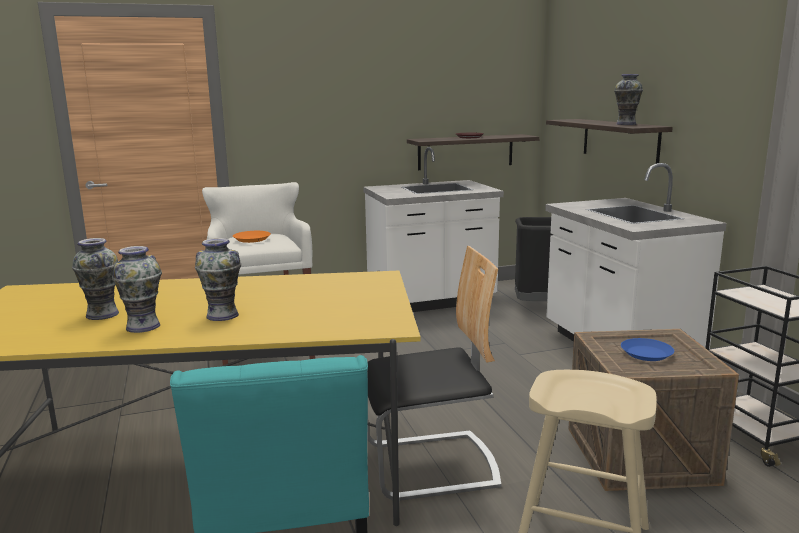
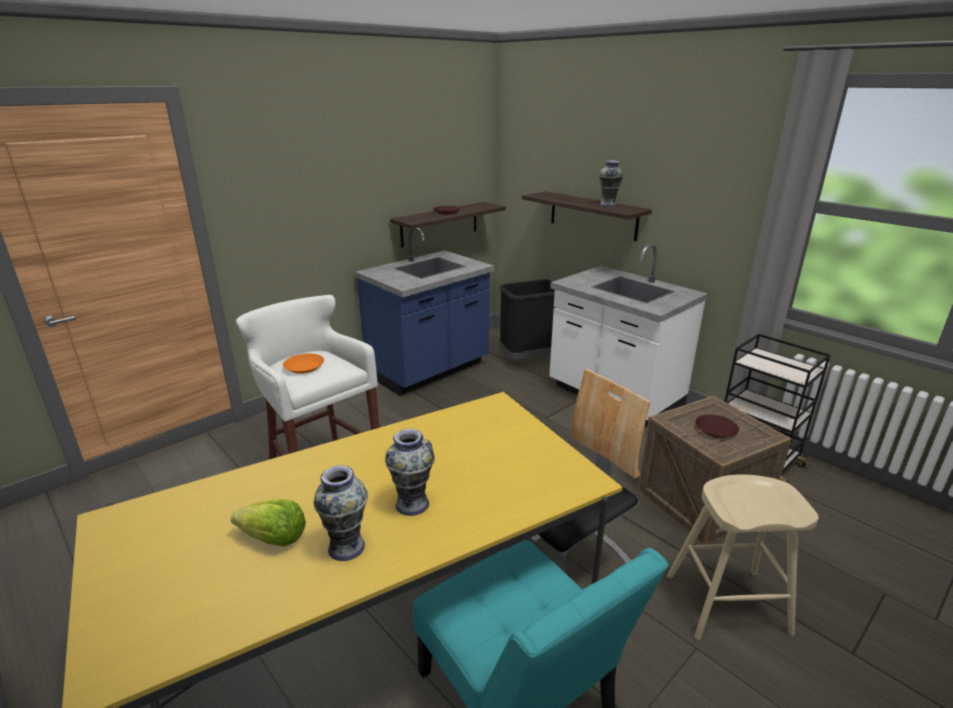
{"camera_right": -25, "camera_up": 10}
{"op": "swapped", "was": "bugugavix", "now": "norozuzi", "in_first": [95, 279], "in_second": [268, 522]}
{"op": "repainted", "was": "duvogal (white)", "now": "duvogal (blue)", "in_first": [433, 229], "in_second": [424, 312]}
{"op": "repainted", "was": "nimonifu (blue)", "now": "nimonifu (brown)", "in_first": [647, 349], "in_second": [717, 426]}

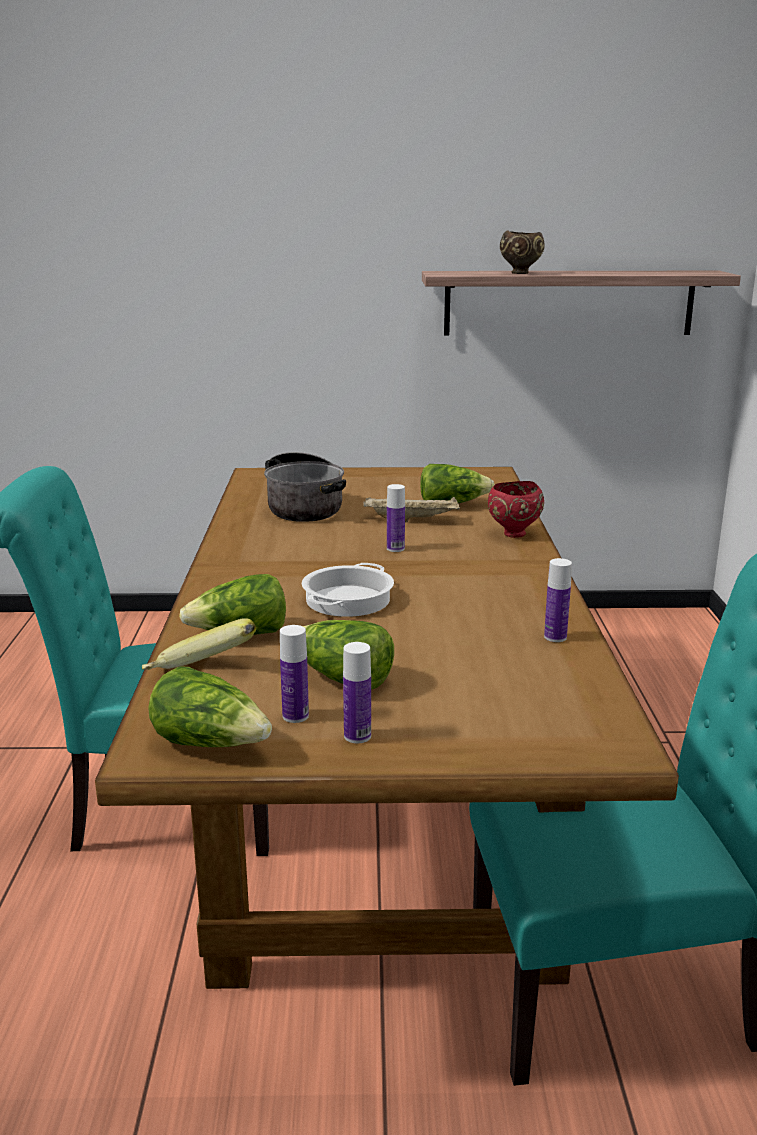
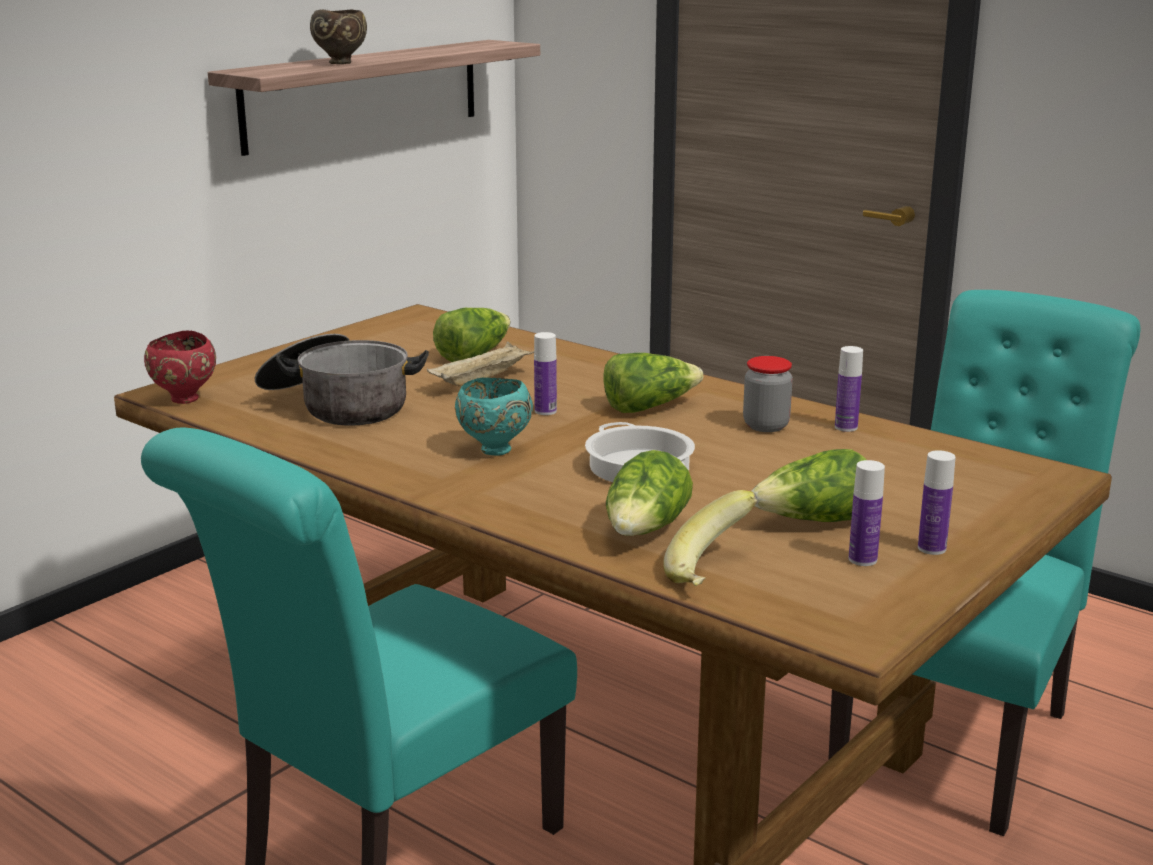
{"camera_right": -50, "camera_up": 0}
{"op": "shifted", "was": "norozuzi", "in_first": [210, 707], "in_second": [653, 383]}
{"op": "shifted", "was": "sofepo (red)", "in_first": [516, 509], "in_second": [180, 367]}
{"op": "new", "now": "sofepo (turquoise)", "in_second": [494, 417]}
{"op": "new", "now": "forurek", "in_second": [768, 394]}

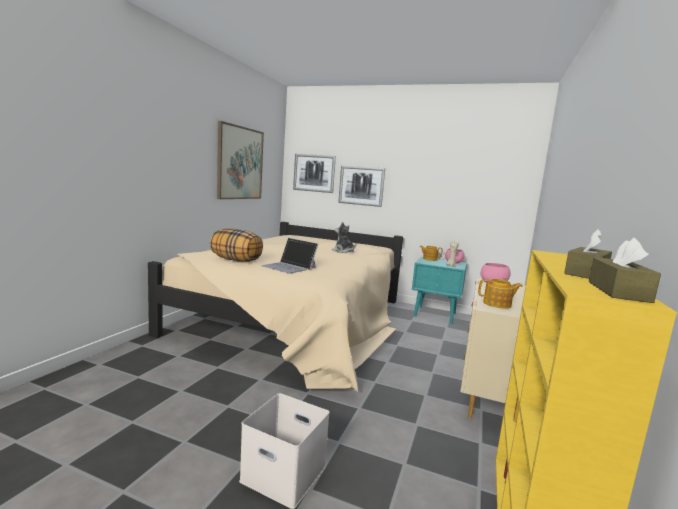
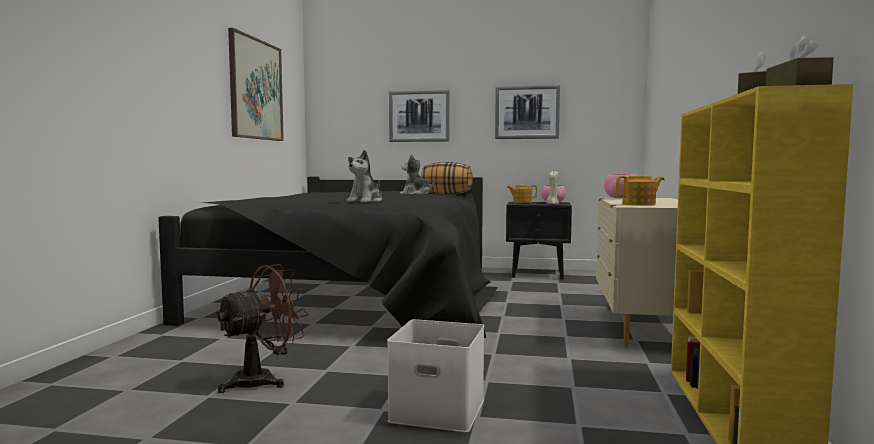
{"camera_right": -10, "camera_up": -5}
{"op": "repainted", "was": "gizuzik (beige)", "now": "gizuzik (black)", "in_first": [275, 306], "in_second": [328, 257]}
{"op": "shifted", "was": "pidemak", "in_first": [236, 245], "in_second": [447, 178]}
{"op": "swapped", "was": "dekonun", "now": "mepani", "in_first": [289, 256], "in_second": [364, 176]}
{"op": "shifted", "was": "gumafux", "in_first": [314, 173], "in_second": [527, 112]}
{"op": "repainted", "was": "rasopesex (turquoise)", "now": "rasopesex (black)", "in_first": [439, 290], "in_second": [539, 240]}
{"op": "new", "now": "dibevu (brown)", "in_second": [262, 328]}

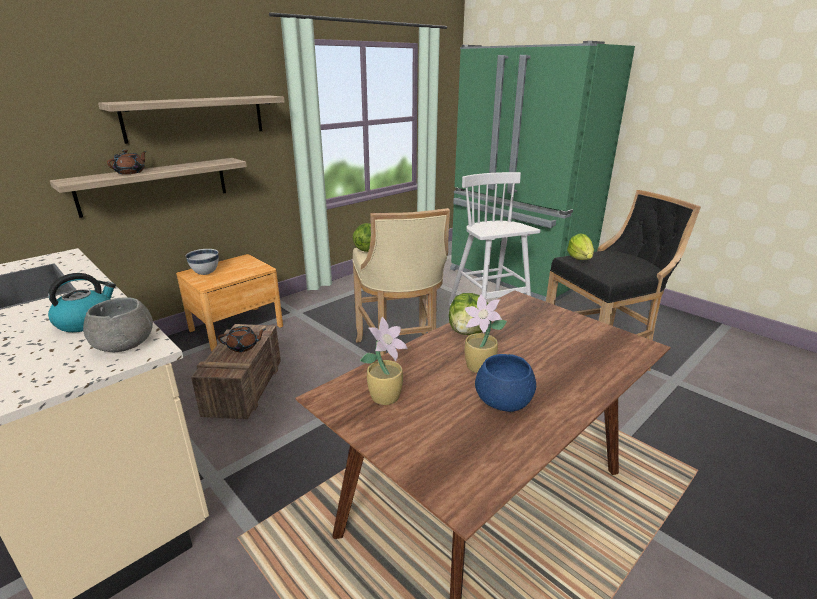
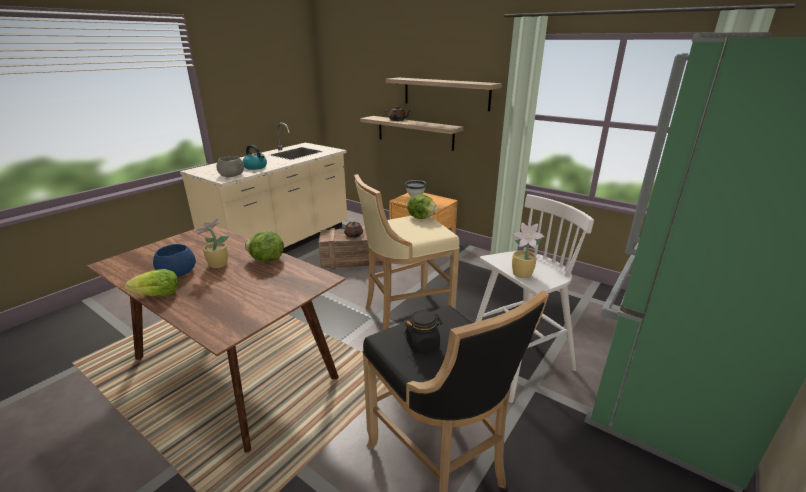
{"camera_right": 80, "camera_up": 0}
{"op": "shifted", "was": "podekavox", "in_first": [384, 361], "in_second": [528, 250]}
{"op": "shifted", "was": "norozuzi", "in_first": [580, 246], "in_second": [152, 282]}
{"op": "new", "now": "forurek (black)", "in_second": [423, 332]}

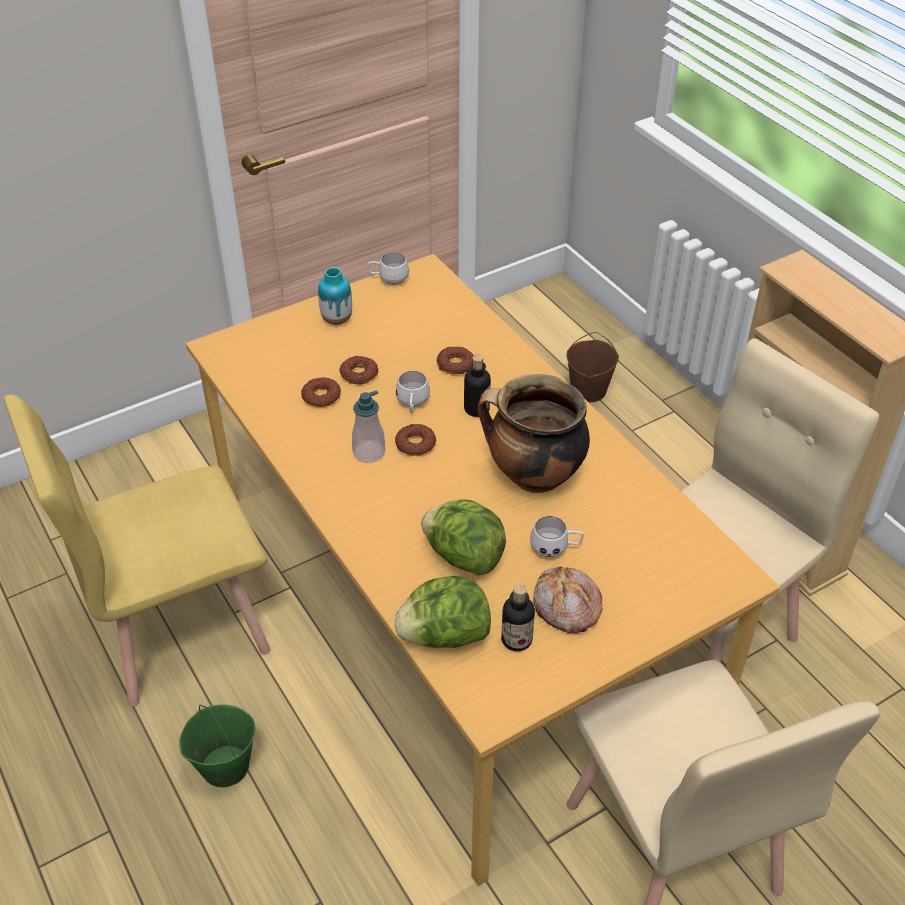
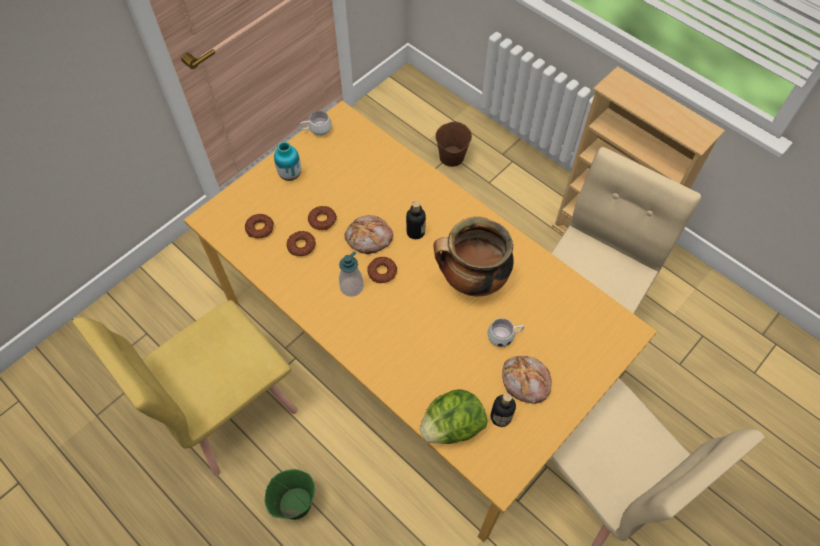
{"camera_right": -15, "camera_up": 15}
{"op": "swapped", "was": "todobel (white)", "now": "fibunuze", "in_first": [413, 392], "in_second": [368, 234]}
{"op": "gone", "was": "norozuzi", "in_first": [463, 537]}
{"op": "shifted", "was": "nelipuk", "in_first": [455, 360], "in_second": [259, 226]}

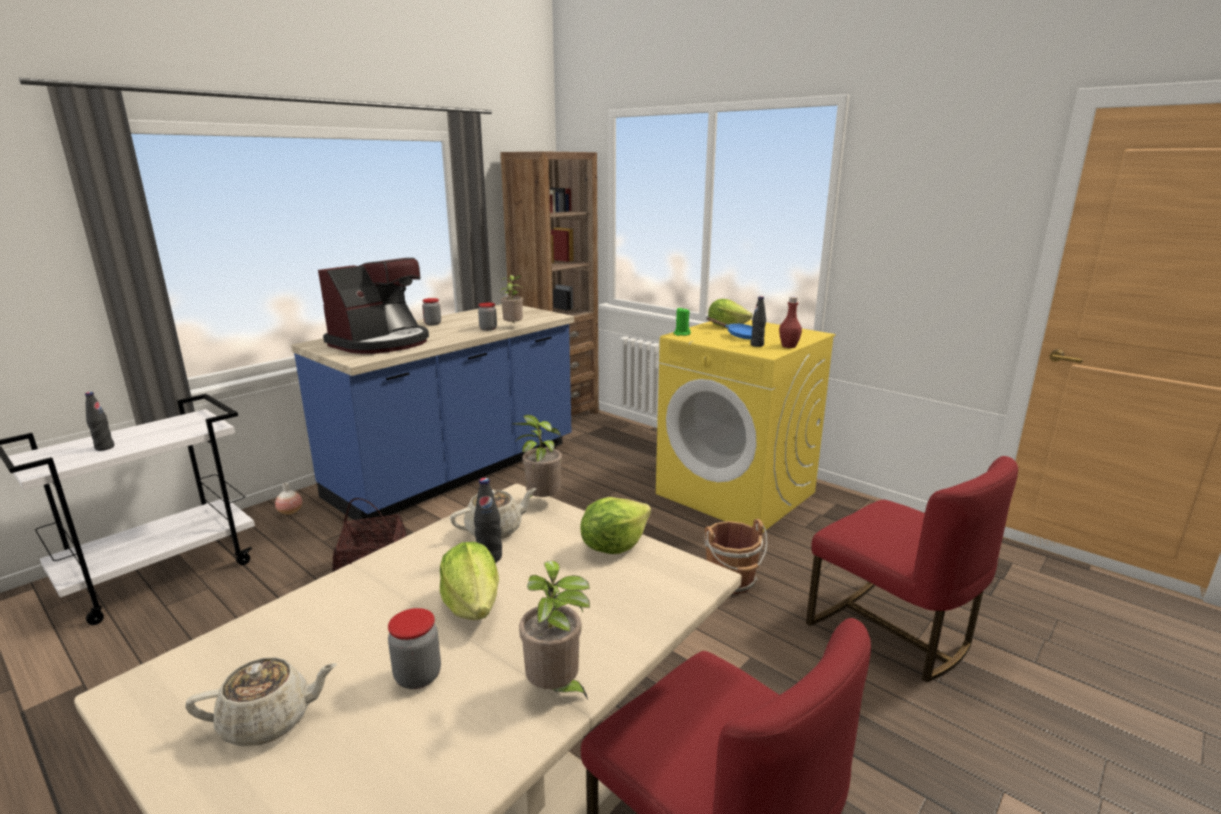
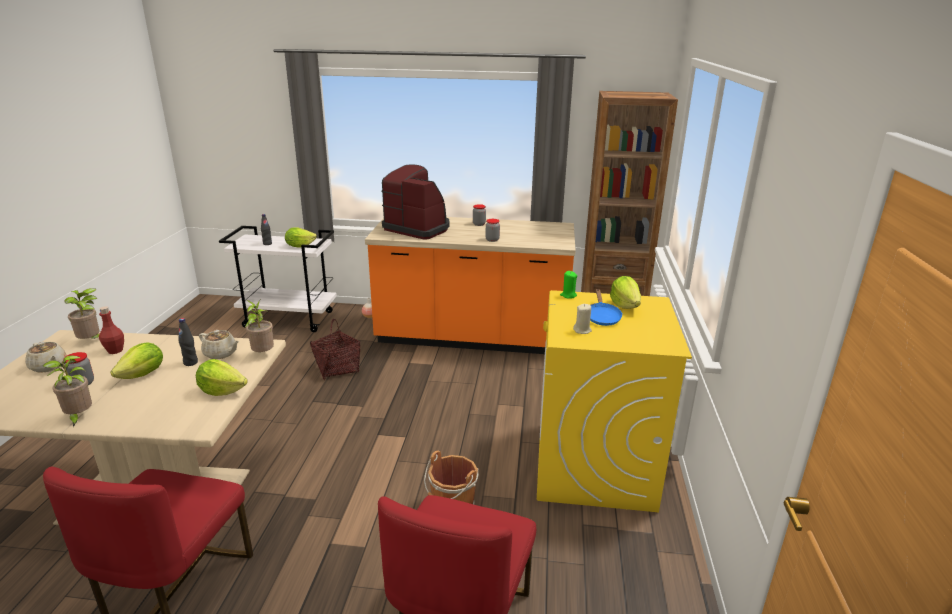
{"camera_right": 55, "camera_up": 5}
{"op": "repainted", "was": "duvogal (blue)", "now": "duvogal (orange)", "in_first": [432, 415], "in_second": [470, 285]}
{"op": "rotated", "was": "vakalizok", "in_first": [373, 306], "in_second": [415, 202], "clockwise": -150}
{"op": "shifted", "was": "podekavox", "in_first": [511, 299], "in_second": [81, 313]}
{"op": "swapped", "was": "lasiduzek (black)", "now": "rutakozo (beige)", "in_first": [758, 321], "in_second": [582, 319]}
{"op": "shifted", "was": "lasiduzek (red)", "in_first": [790, 322], "in_second": [111, 330]}
{"op": "new", "now": "norozuzi", "in_second": [301, 237]}

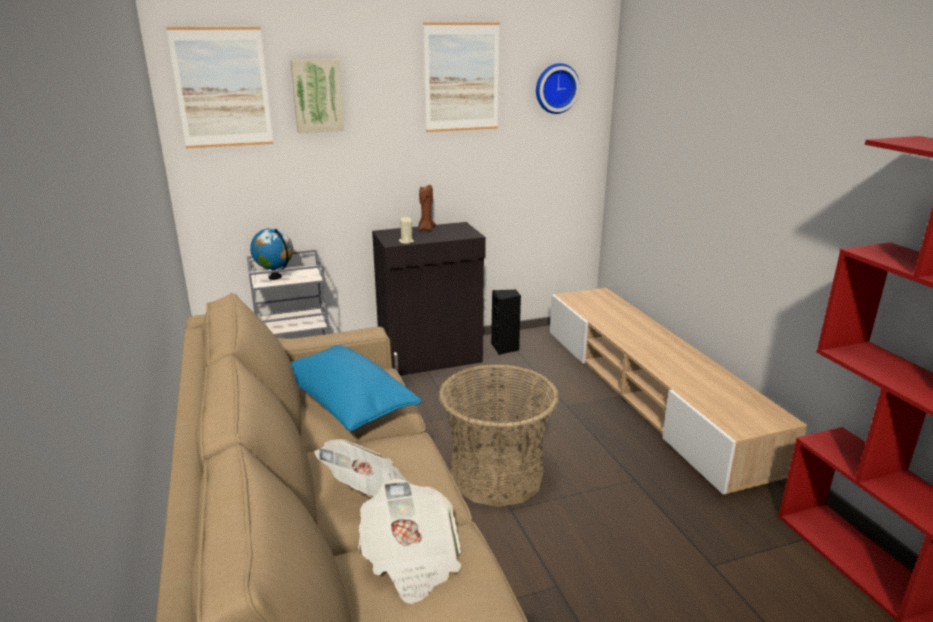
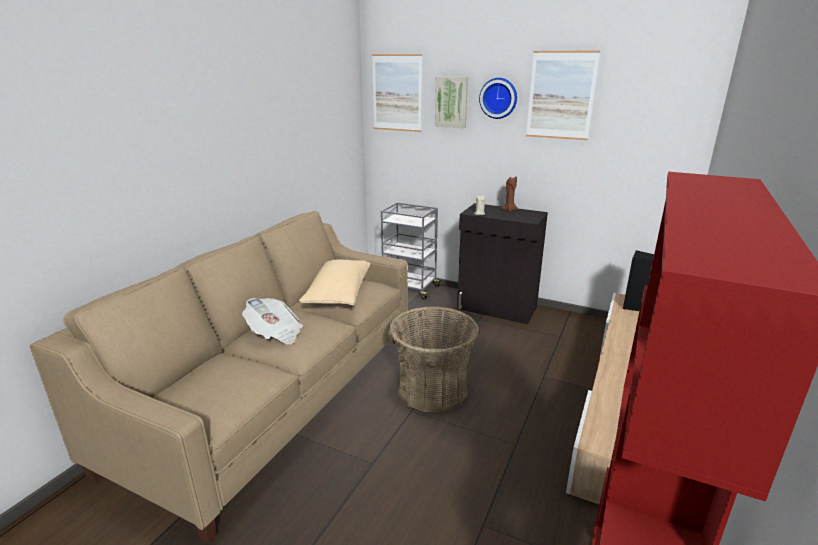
{"camera_right": 45, "camera_up": 0}
{"op": "gone", "was": "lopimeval", "in_first": [271, 254]}
{"op": "repainted", "was": "pidemak (blue)", "now": "pidemak (beige)", "in_first": [356, 388], "in_second": [334, 282]}
{"op": "gone", "was": "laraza", "in_first": [409, 541]}
{"op": "shifted", "was": "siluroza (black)", "in_first": [506, 322], "in_second": [638, 280]}
{"op": "shifted", "was": "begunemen", "in_first": [558, 88], "in_second": [498, 98]}

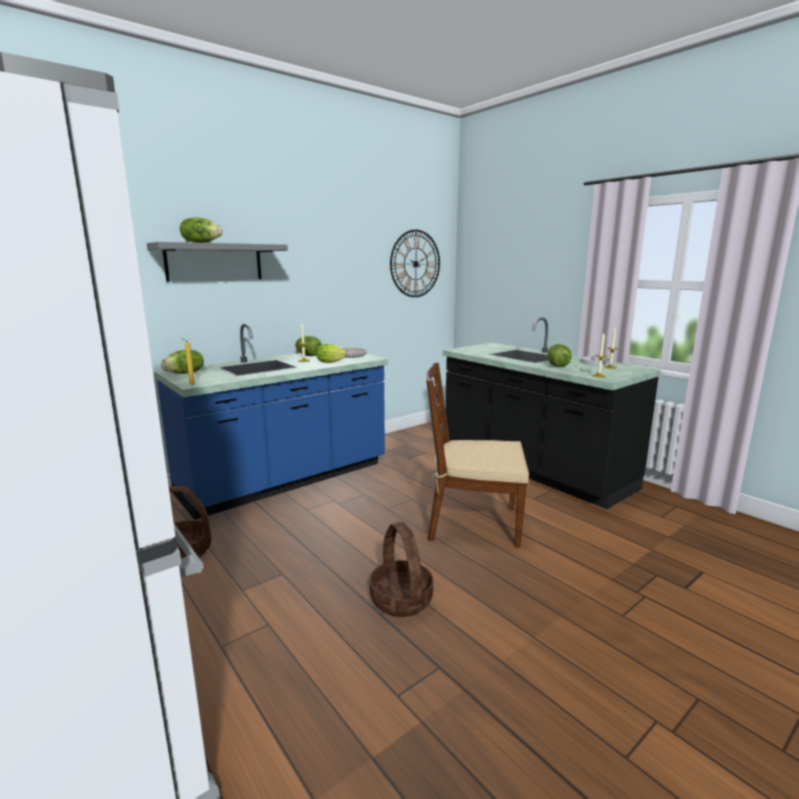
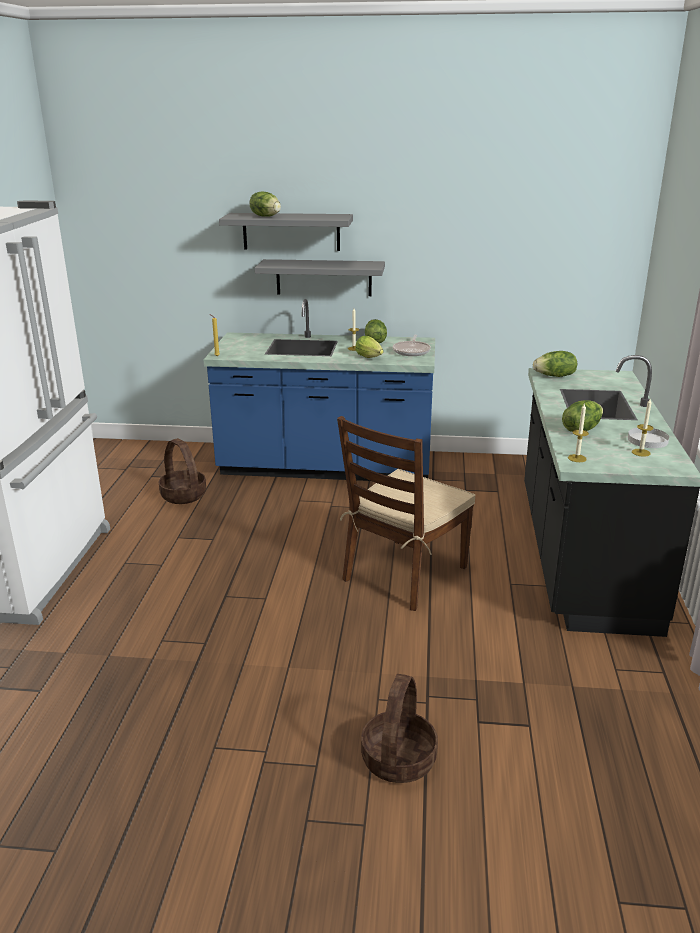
{"camera_right": 45, "camera_up": 10}
{"op": "shifted", "was": "norozuzi", "in_first": [182, 362], "in_second": [555, 364]}
{"op": "shifted", "was": "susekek", "in_first": [401, 569], "in_second": [399, 728]}
{"op": "gone", "was": "begunemen", "in_first": [415, 263]}
{"op": "rotated", "was": "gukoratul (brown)", "in_first": [477, 455], "in_second": [406, 513], "clockwise": -105}
{"op": "new", "now": "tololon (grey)", "in_second": [320, 277]}

